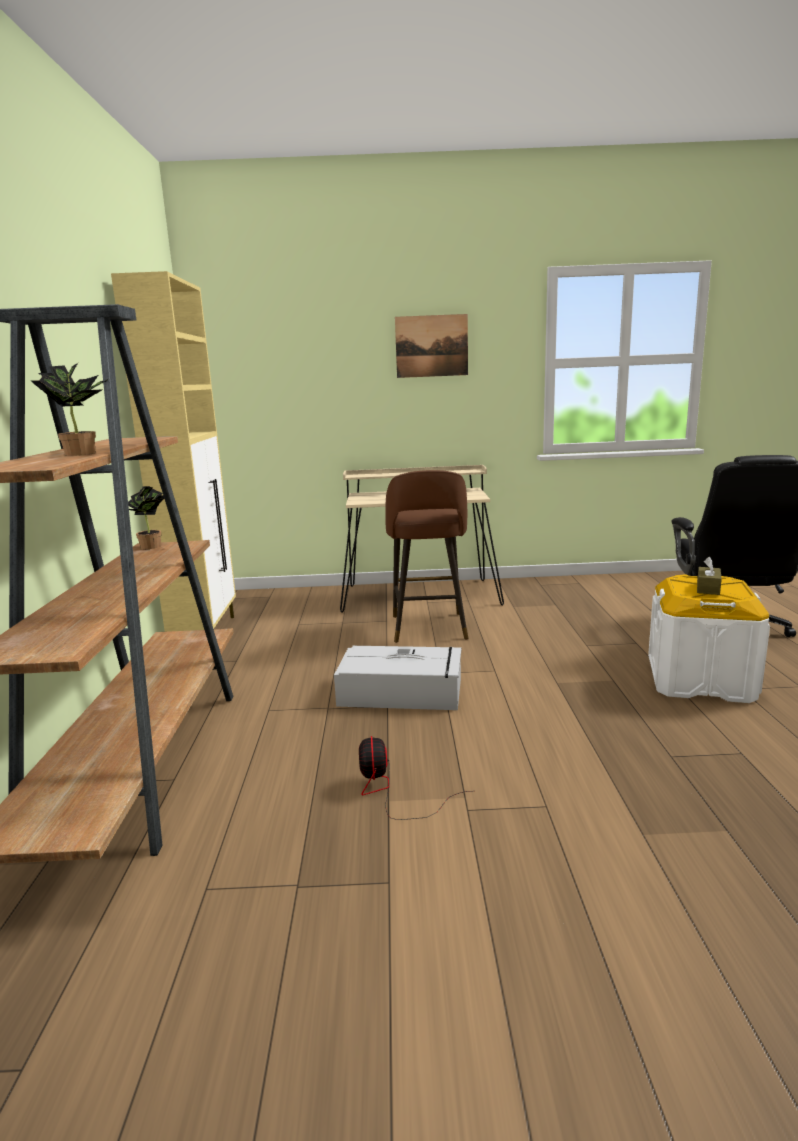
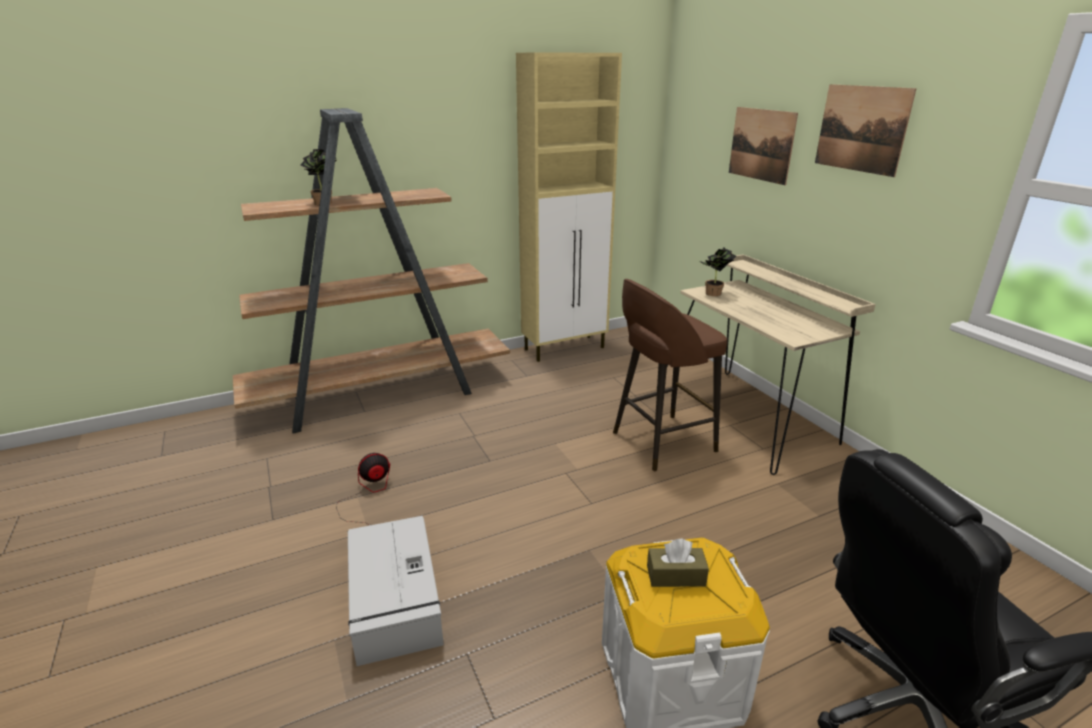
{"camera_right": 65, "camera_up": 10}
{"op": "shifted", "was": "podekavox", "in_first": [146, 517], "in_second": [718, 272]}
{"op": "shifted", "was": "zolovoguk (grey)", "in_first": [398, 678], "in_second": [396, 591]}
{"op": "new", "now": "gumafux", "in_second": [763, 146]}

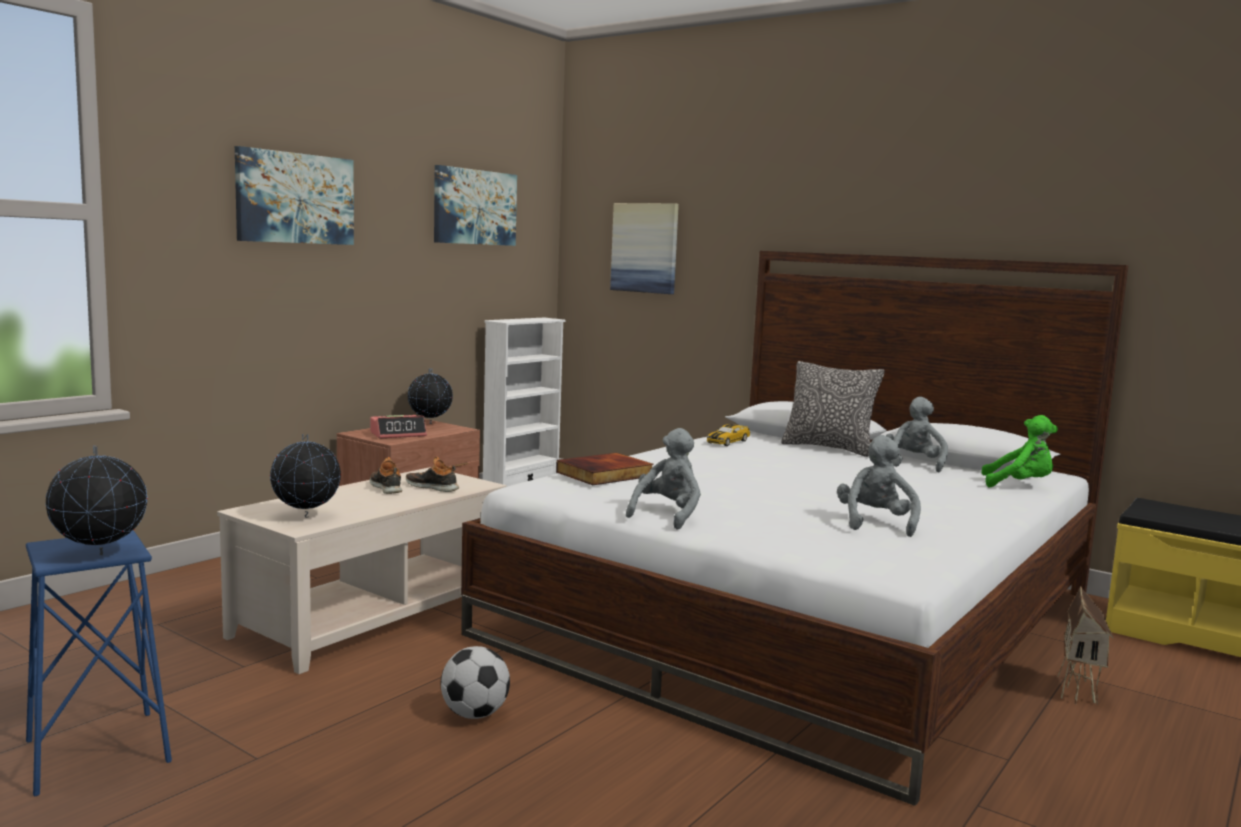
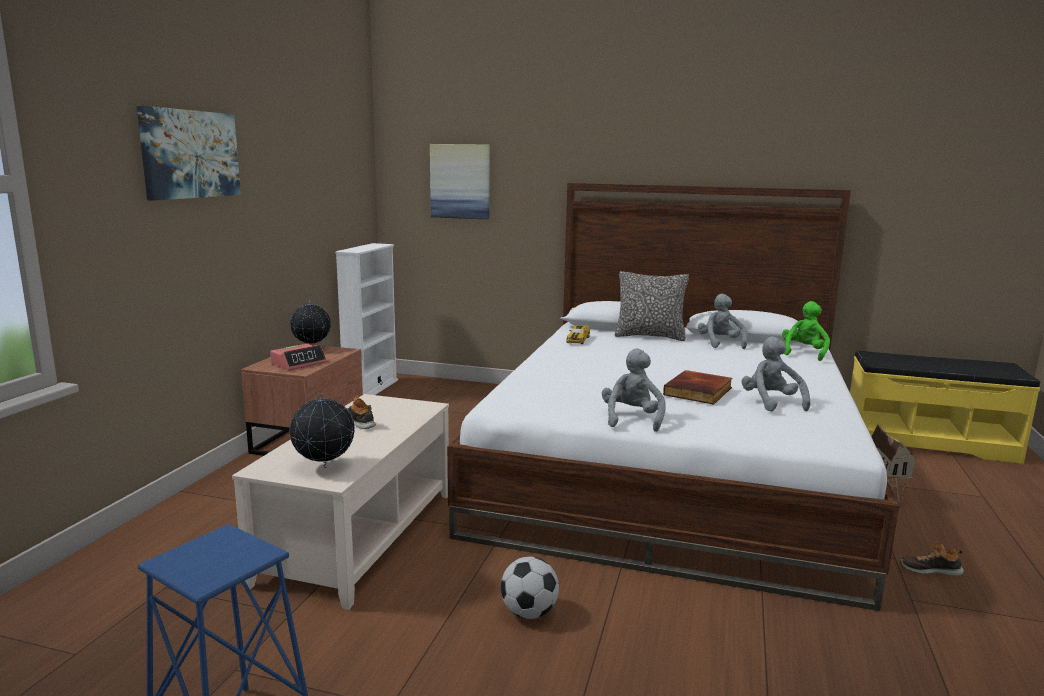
{"camera_right": -20, "camera_up": 5}
{"op": "gone", "was": "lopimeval", "in_first": [96, 500]}
{"op": "shifted", "was": "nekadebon", "in_first": [432, 474], "in_second": [931, 559]}
{"op": "gone", "was": "gumafux", "in_first": [475, 205]}
{"op": "shifted", "was": "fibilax", "in_first": [605, 469], "in_second": [698, 387]}
{"op": "rotated", "was": "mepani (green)", "in_first": [1019, 451], "in_second": [806, 331], "clockwise": -60}

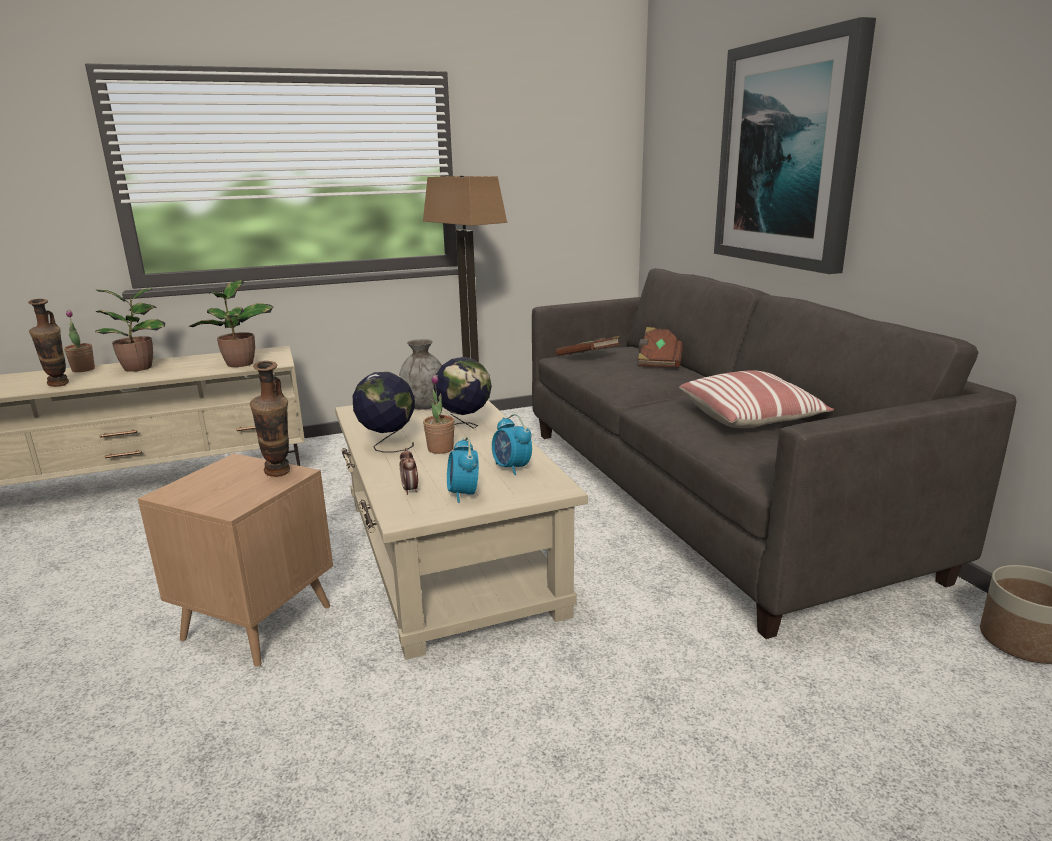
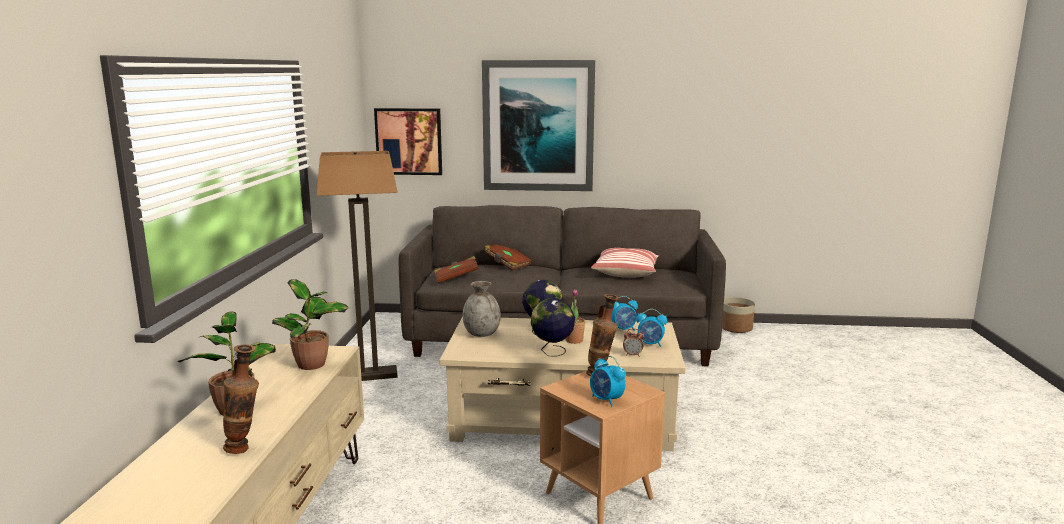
{"camera_right": -65, "camera_up": -5}
{"op": "gone", "was": "podekavox", "in_first": [79, 341]}
{"op": "new", "now": "gumafux", "in_second": [408, 141]}
{"op": "new", "now": "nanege", "in_second": [608, 381]}

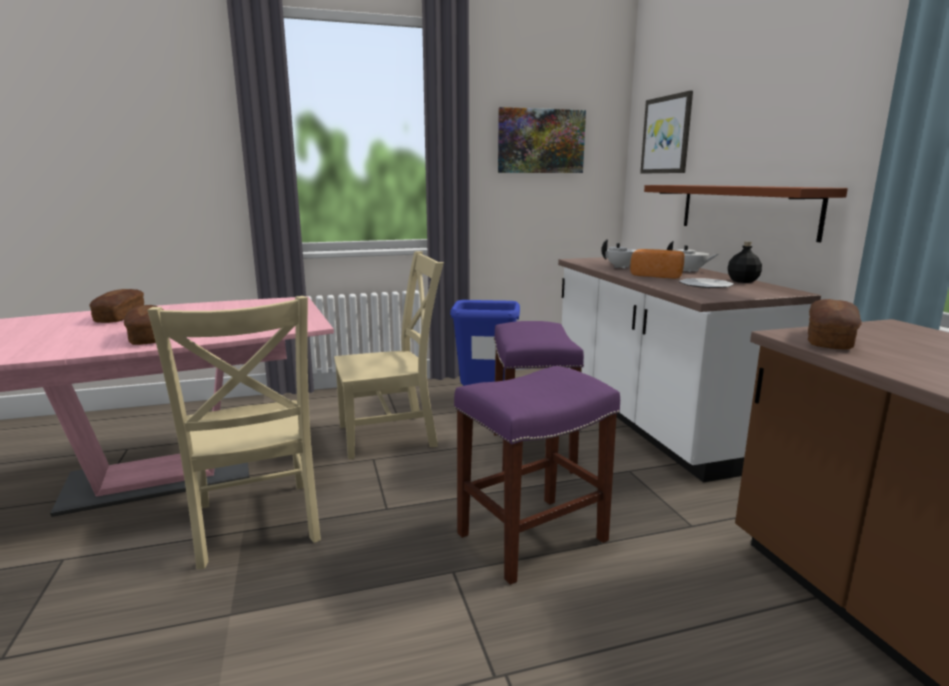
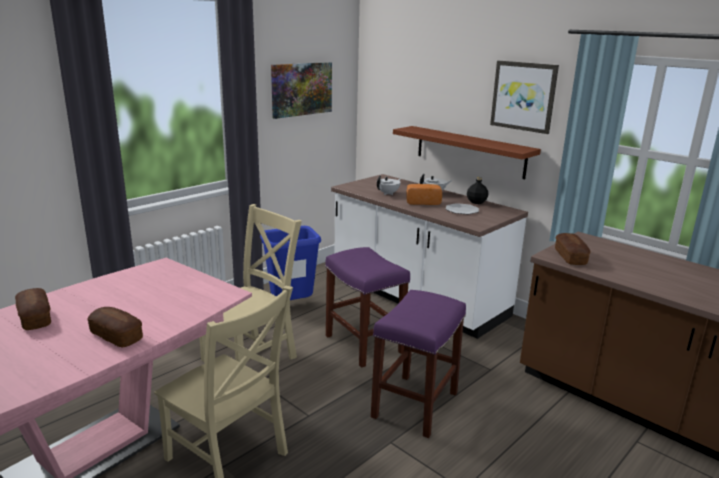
{"camera_right": -30, "camera_up": 5}
{"op": "shifted", "was": "gumafux", "in_first": [666, 132], "in_second": [524, 97]}

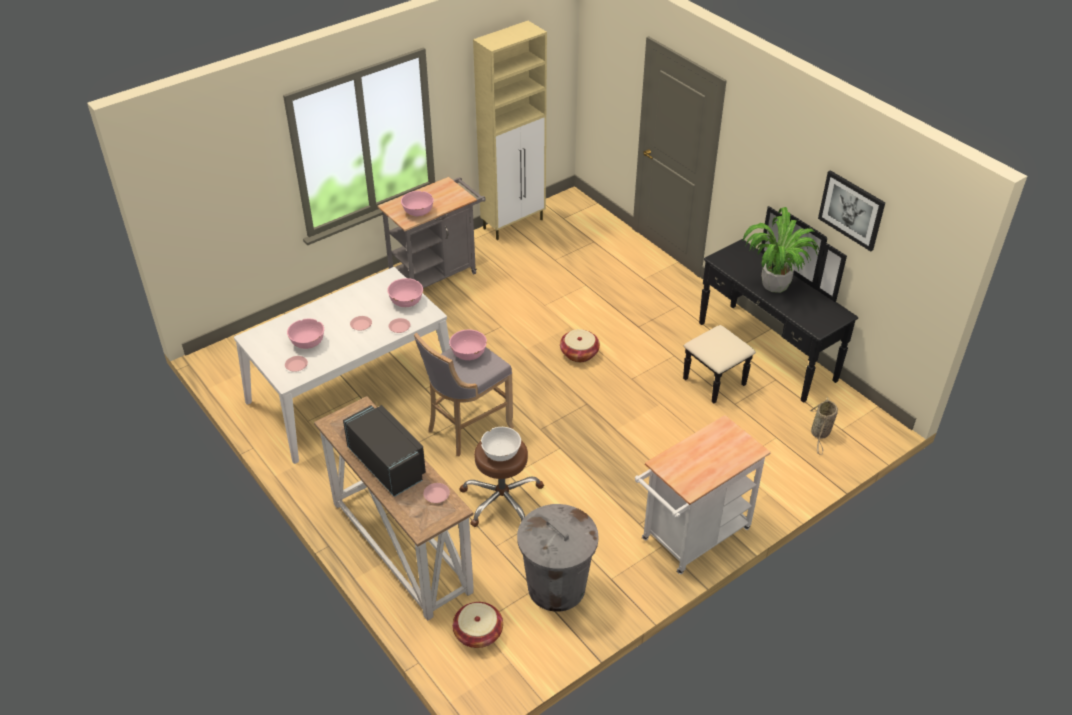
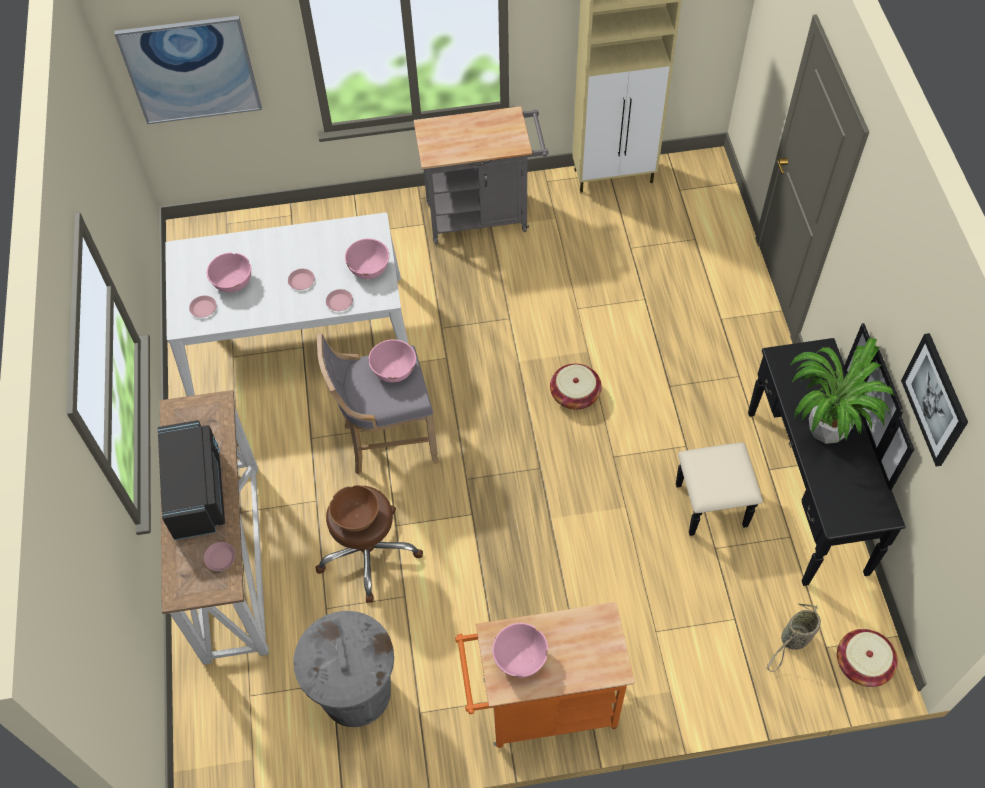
{"camera_right": 30, "camera_up": 15}
{"op": "shifted", "was": "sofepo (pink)", "in_first": [417, 203], "in_second": [520, 650]}
{"op": "shifted", "was": "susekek", "in_first": [477, 625], "in_second": [867, 658]}
{"op": "repainted", "was": "sofepo (white)", "now": "sofepo (brown)", "in_first": [501, 444], "in_second": [354, 508]}
{"op": "repainted", "was": "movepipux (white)", "now": "movepipux (orange)", "in_first": [703, 494], "in_second": [545, 675]}
{"op": "new", "now": "gumafux", "in_second": [188, 70]}

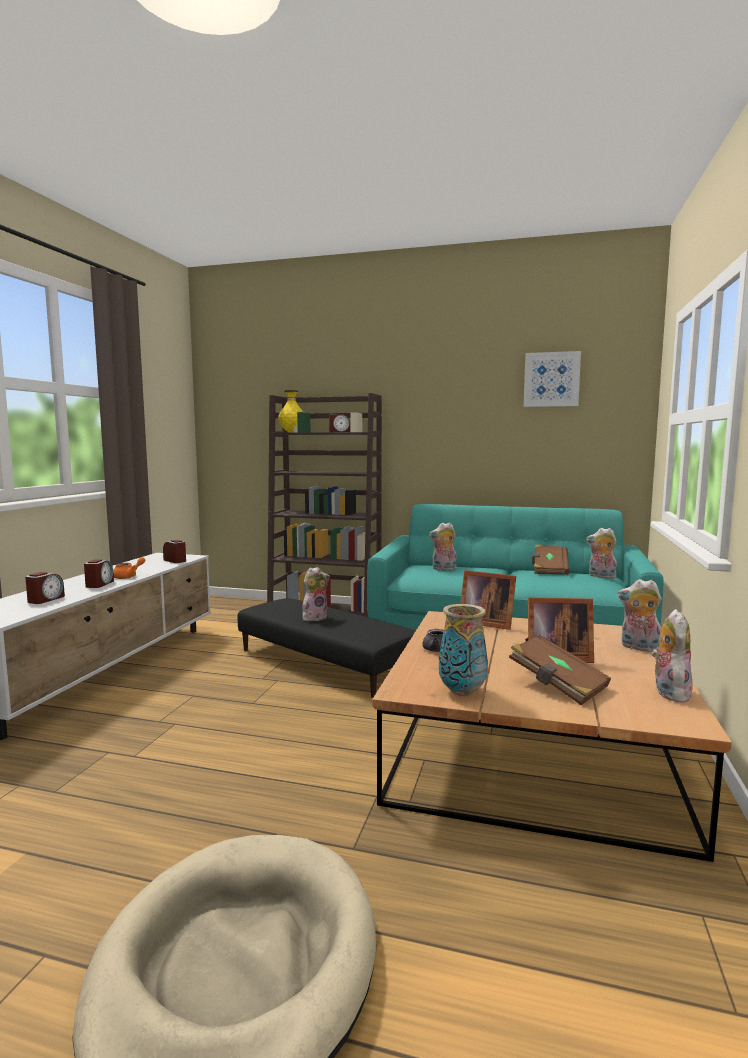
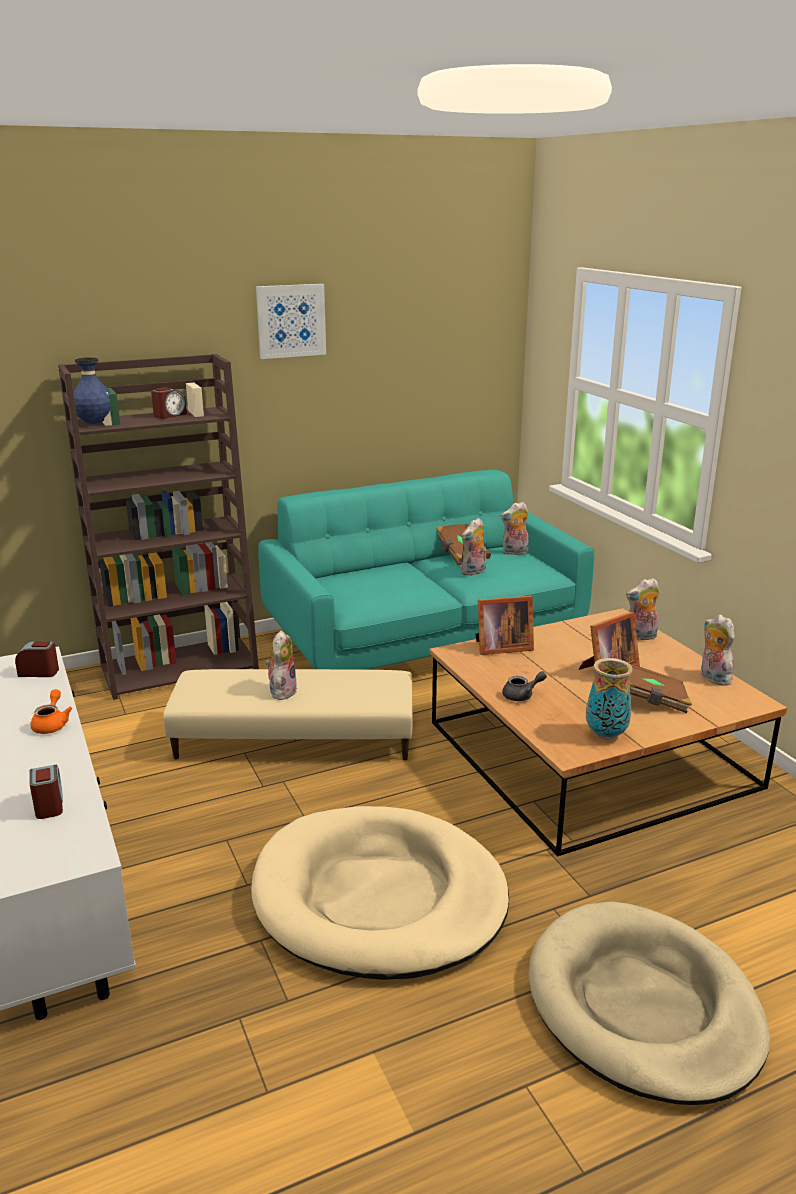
{"camera_right": -40, "camera_up": 15}
{"op": "gone", "was": "nanege", "in_first": [99, 573]}
{"op": "repainted", "was": "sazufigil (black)", "now": "sazufigil (beige)", "in_first": [326, 648], "in_second": [288, 714]}
{"op": "repainted", "was": "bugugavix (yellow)", "now": "bugugavix (blue)", "in_first": [290, 411], "in_second": [92, 390]}
{"op": "shifted", "was": "mepani", "in_first": [443, 546], "in_second": [473, 547]}
{"op": "shifted", "was": "gumafux", "in_first": [552, 379], "in_second": [291, 321]}
{"op": "new", "now": "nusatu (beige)", "in_second": [380, 893]}

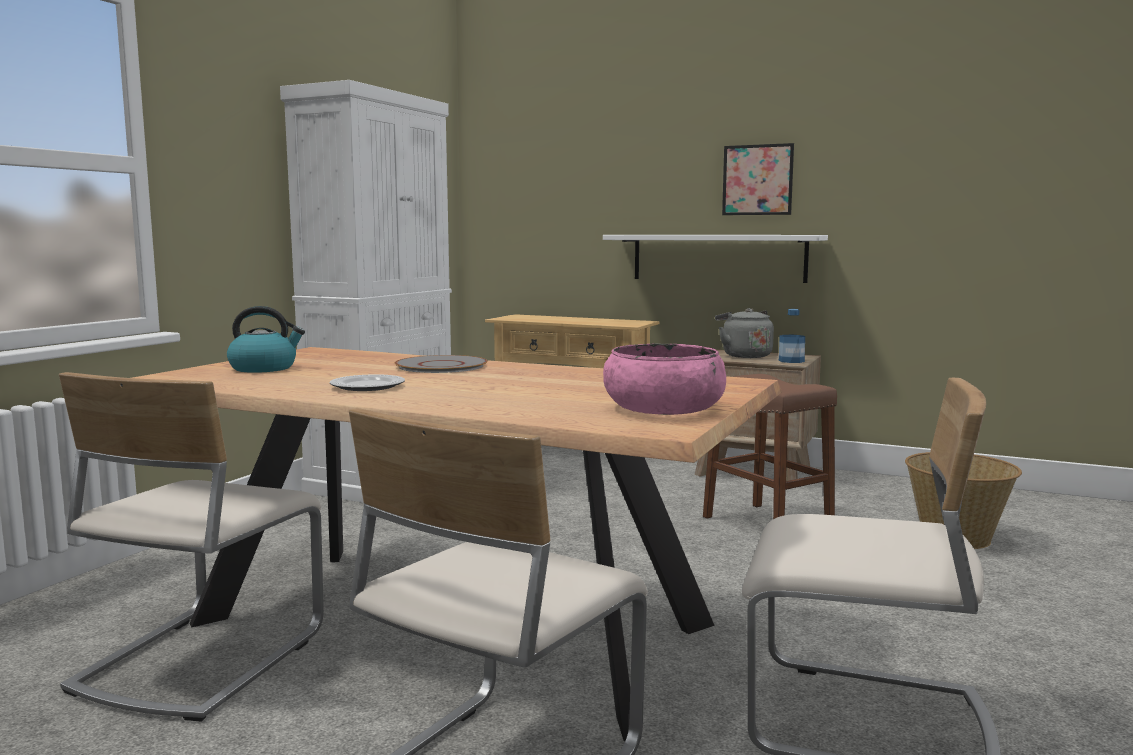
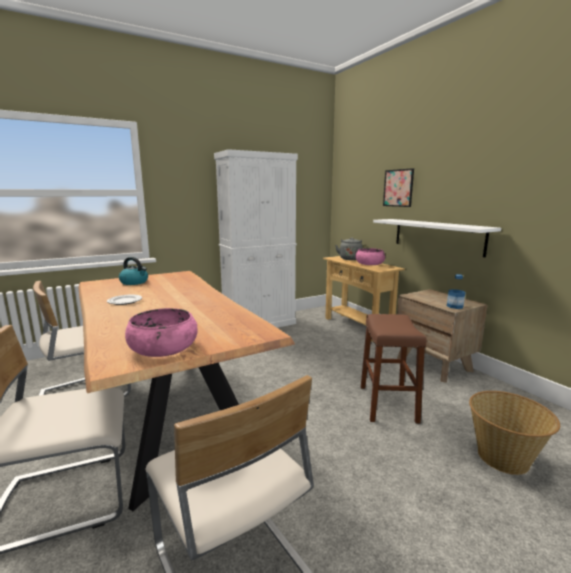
{"camera_right": 35, "camera_up": 5}
{"op": "gone", "was": "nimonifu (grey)", "in_first": [441, 364]}
{"op": "shifted", "was": "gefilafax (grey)", "in_first": [744, 333], "in_second": [349, 249]}
{"op": "shifted", "was": "gumafux", "in_first": [758, 179], "in_second": [398, 187]}
{"op": "new", "now": "sofepo (pink)", "in_second": [370, 256]}

